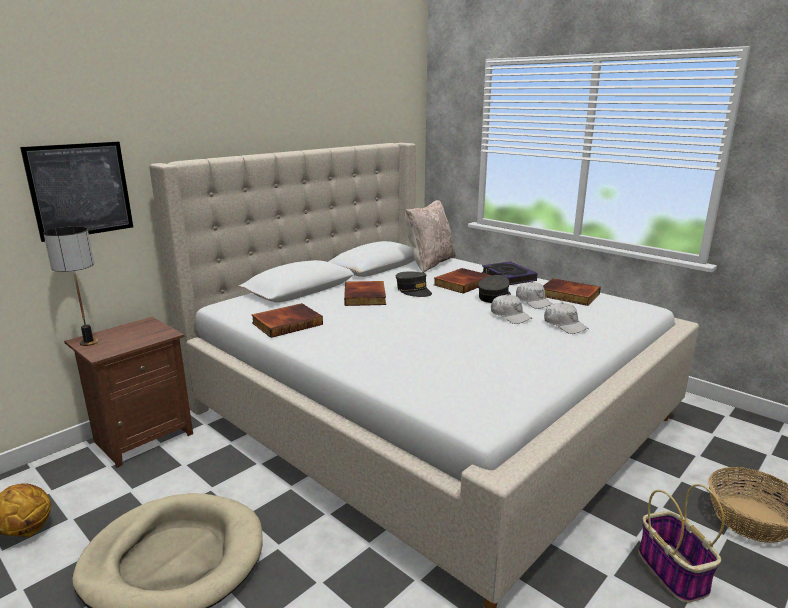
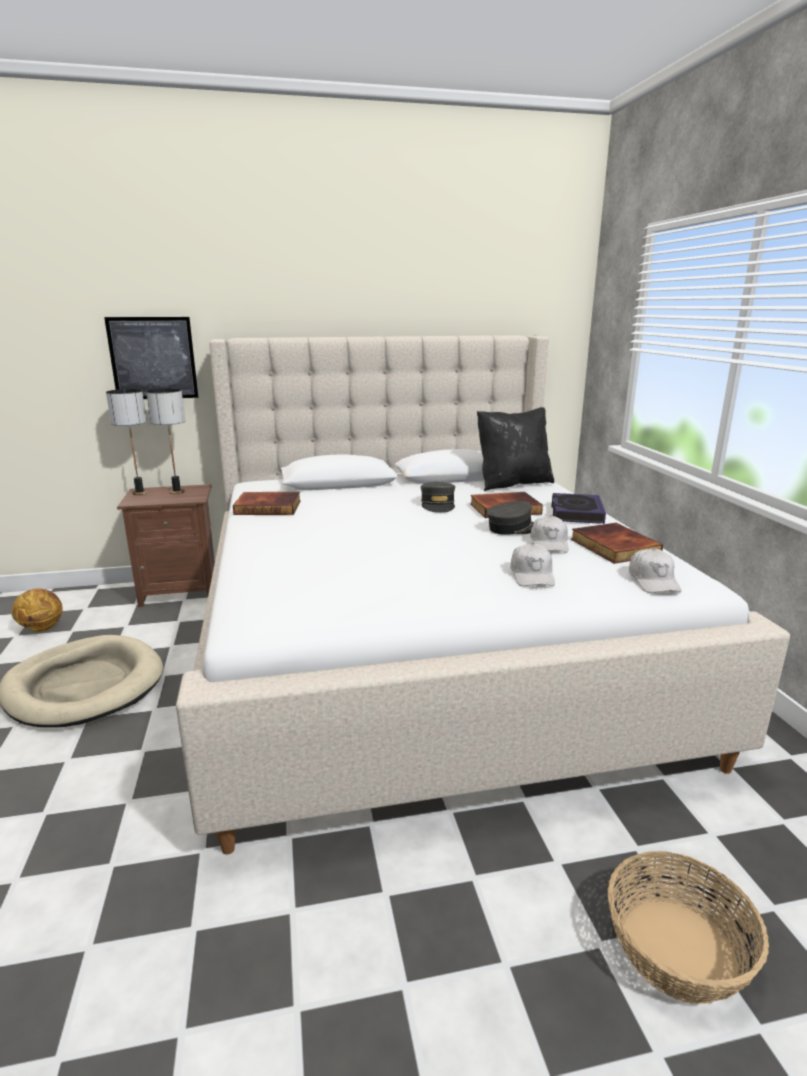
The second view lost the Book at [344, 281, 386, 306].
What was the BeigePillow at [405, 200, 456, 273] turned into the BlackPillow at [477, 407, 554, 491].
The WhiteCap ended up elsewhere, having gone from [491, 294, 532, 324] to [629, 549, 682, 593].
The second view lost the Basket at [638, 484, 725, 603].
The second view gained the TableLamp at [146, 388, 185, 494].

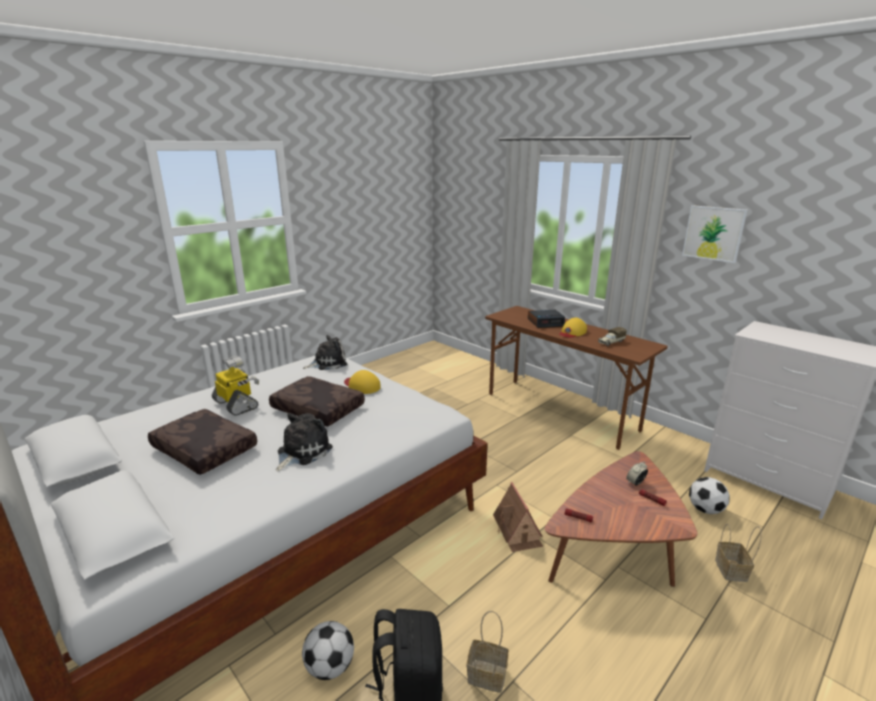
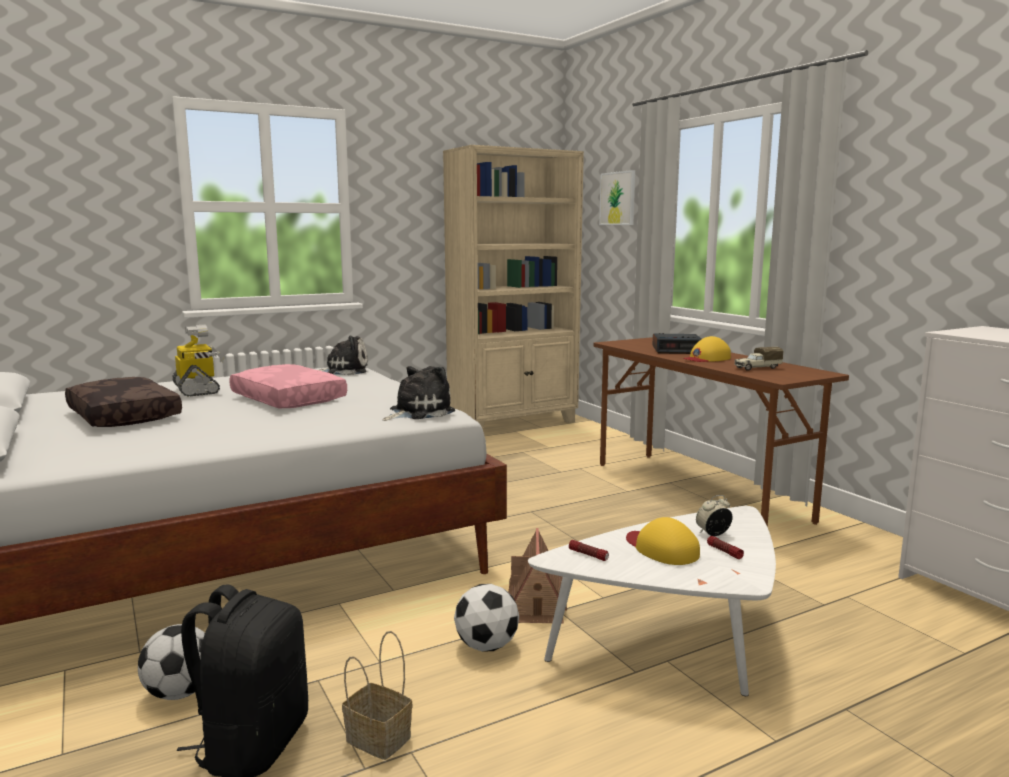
What was the BrownPillow at [269, 376, 365, 427] turned into the PinkPillow at [229, 364, 347, 408].
The PlushToy ended up elsewhere, having gone from [276, 413, 333, 471] to [383, 366, 455, 421].
The YellowCap ended up elsewhere, having gone from [344, 370, 381, 394] to [626, 517, 700, 565].
What was the BrownCoffeeTable at [545, 451, 698, 587] turned into the WhiteCoffeeTable at [528, 506, 776, 696].
The Picture ended up elsewhere, having gone from [682, 205, 747, 263] to [599, 170, 635, 225].
The Football ended up elsewhere, having gone from [689, 477, 730, 514] to [454, 584, 519, 652].
The second view lost the Basket at [715, 524, 762, 582].
The second view gained the BeigeBookcase at [443, 145, 584, 429].

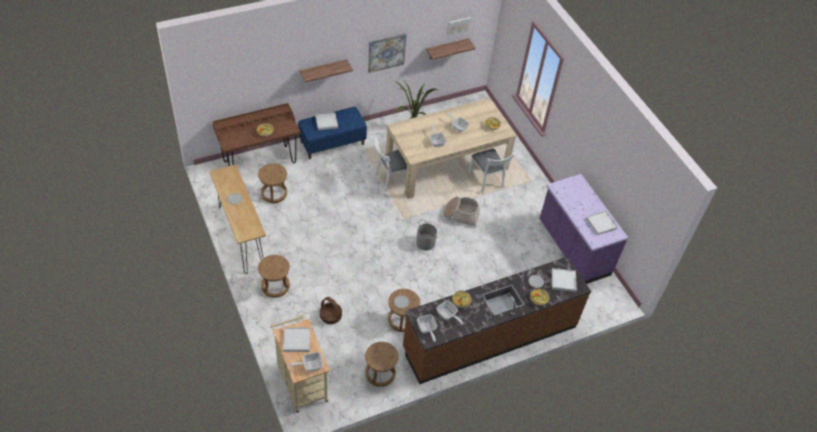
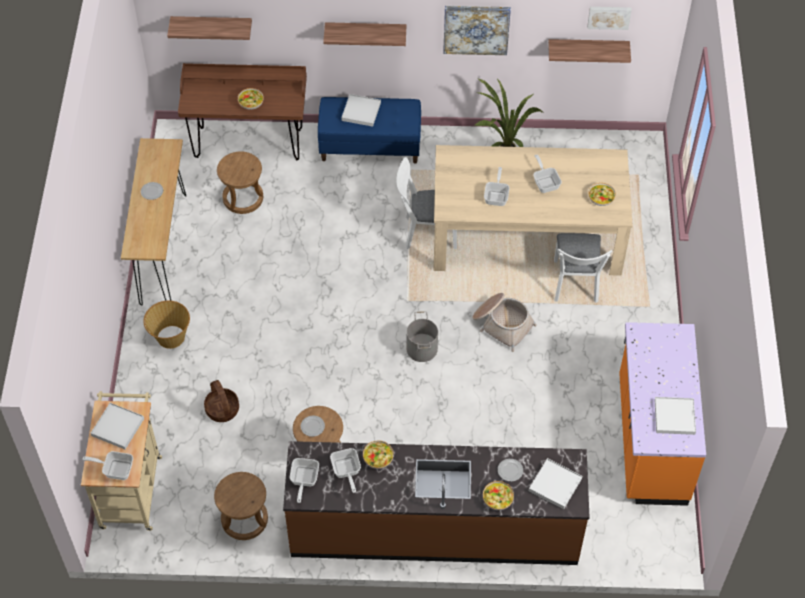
Where the BrownStool stood at [258, 255, 290, 298], the Basket came to stand at [143, 301, 190, 349].
What was the PurpleCounter at [539, 174, 628, 284] turned into the OrangeCounter at [619, 322, 706, 506].
The second view gained the Shelf at [167, 16, 252, 40].

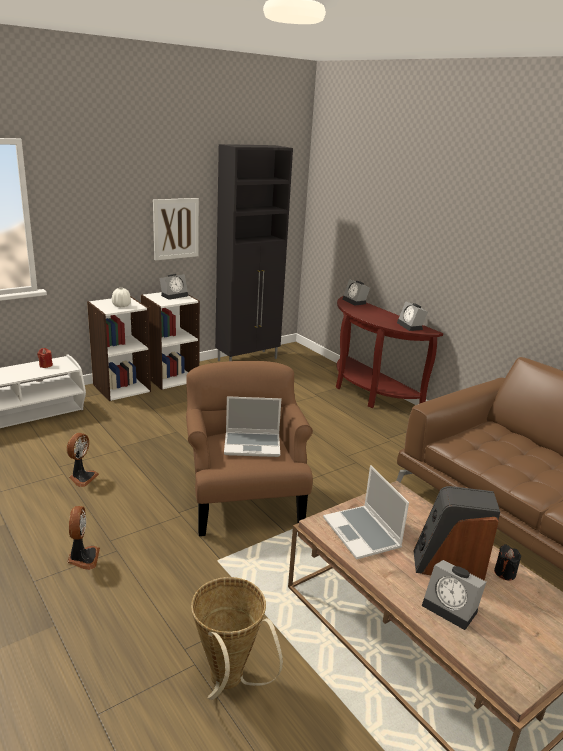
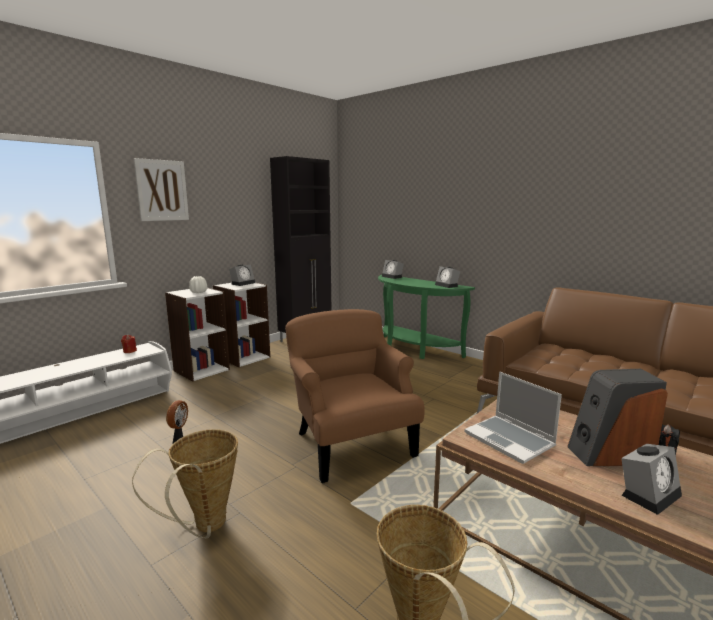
Where the Fan stood at [67, 506, 100, 570], the Basket came to stand at [132, 429, 238, 538].
The Picture ended up elsewhere, having gone from [153, 198, 199, 261] to [134, 158, 189, 221].
The second view lost the Laptop at [224, 396, 281, 457].
What was the BrownConsoleTable at [336, 296, 443, 408] turned into the GreenConsoleTable at [378, 275, 475, 359].
The AlarmClock at [422, 560, 486, 630] ended up facing another way, 60 degrees counterclockwise from before.

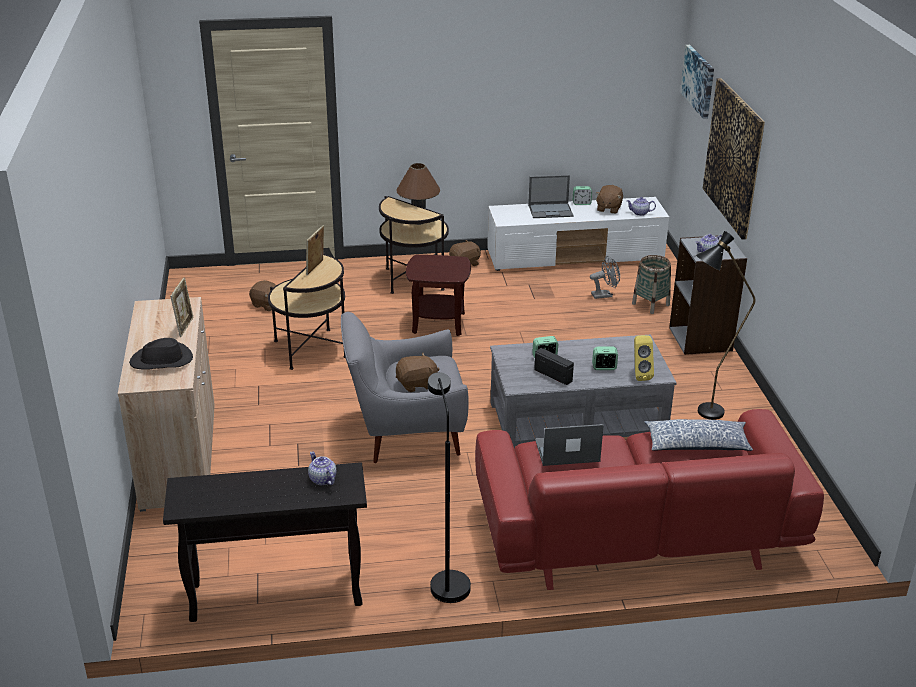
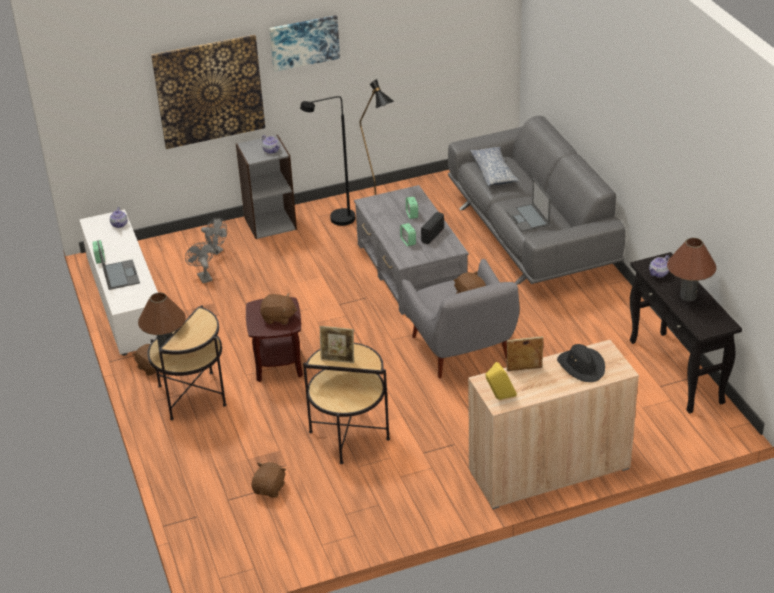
The BlackFloorLamp ended up elsewhere, having gone from [428, 372, 471, 603] to [300, 96, 355, 226].
What was the RedSofa at [475, 409, 824, 590] turned into the GreySofa at [448, 116, 625, 285].
The BrownPlushToy ended up elsewhere, having gone from [595, 185, 623, 214] to [260, 293, 297, 325].
Where the Basket stood at [632, 255, 671, 314], the GreyFan came to stand at [201, 218, 227, 255].
The YellowSpeaker ended up elsewhere, having gone from [634, 335, 654, 381] to [486, 362, 517, 400].
The Picture ended up elsewhere, having gone from [680, 45, 714, 119] to [269, 15, 340, 72].
The second view gained the BrownTableLamp at [667, 238, 717, 301].

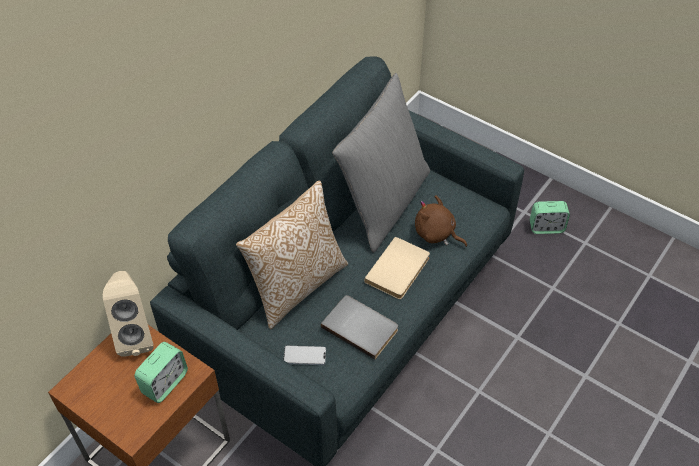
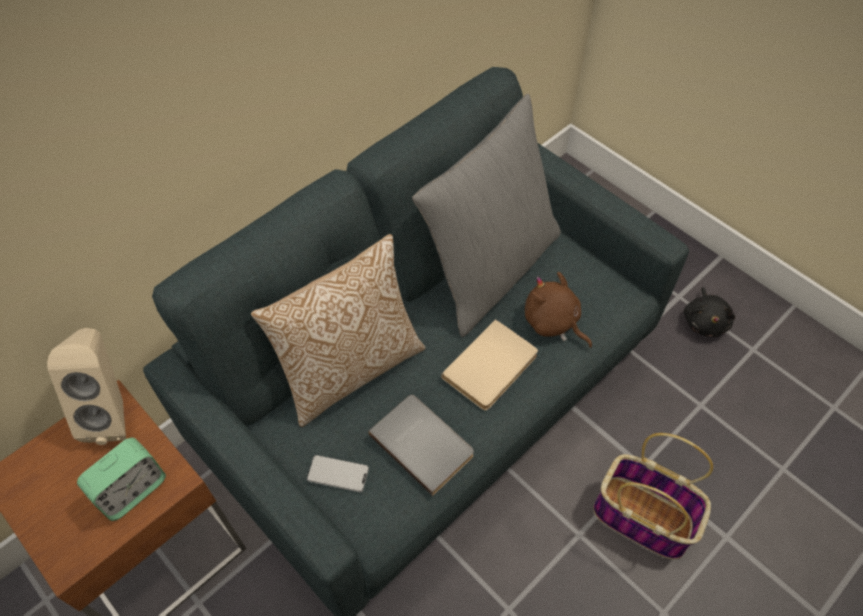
Where the AlarmClock stood at [530, 201, 570, 234], the BlackPlushToy came to stand at [684, 287, 735, 337].
The second view gained the Basket at [593, 433, 713, 559].

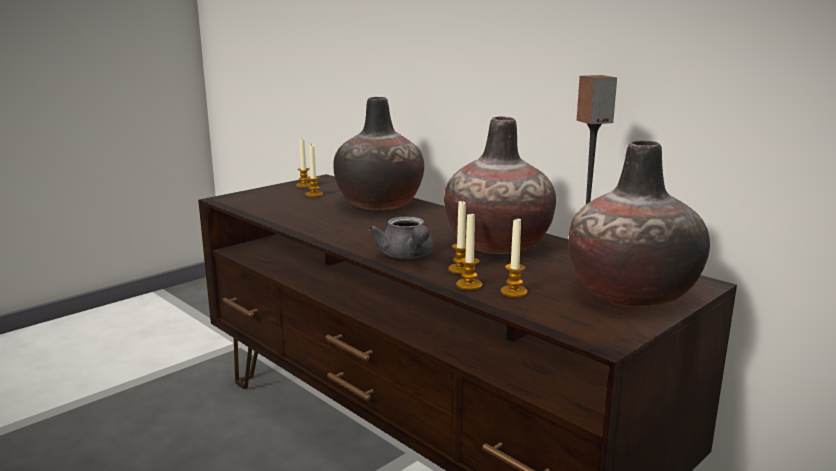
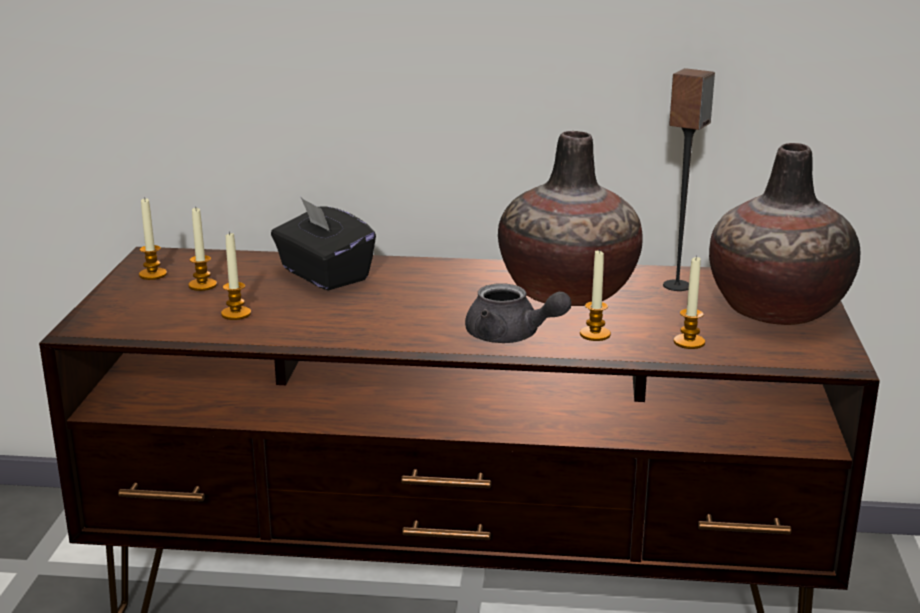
Where the Vase stood at [334, 97, 424, 210], the BlackTissueBox came to stand at [271, 198, 376, 290].
The Candle ended up elsewhere, having gone from [456, 214, 482, 290] to [221, 231, 251, 320].

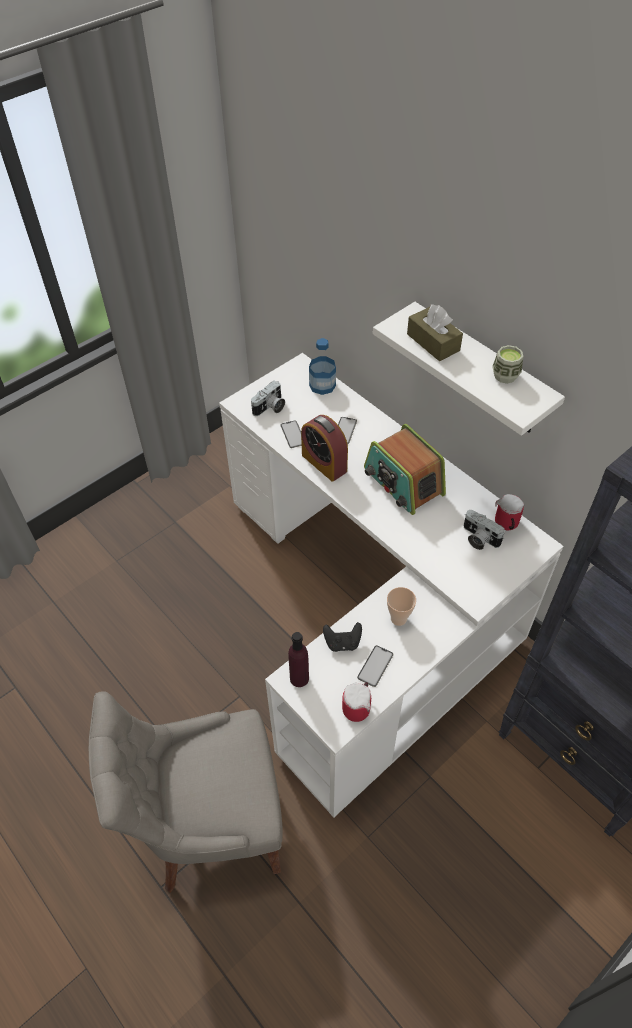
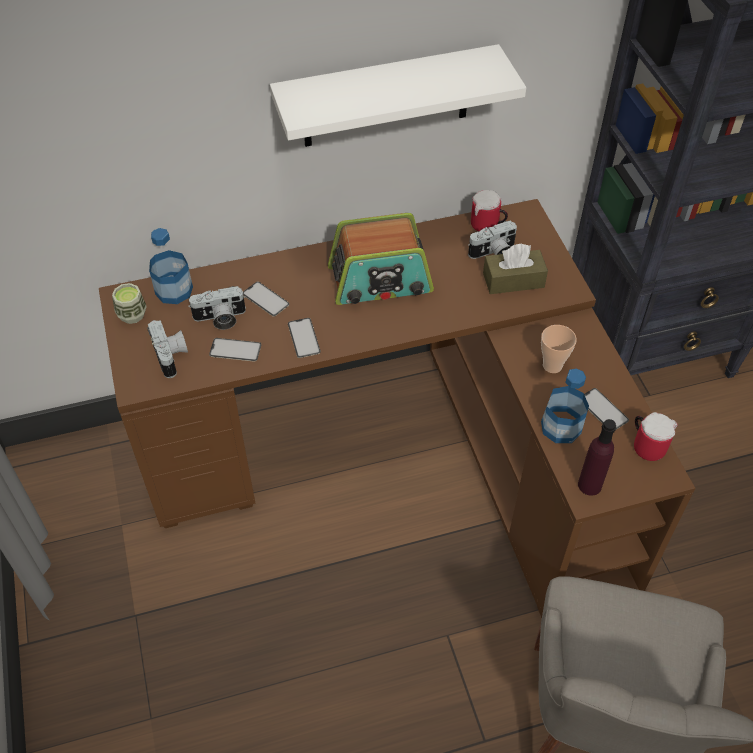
What was the WhiteDesk at [219, 353, 563, 818] turned into the BrownDesk at [99, 199, 695, 618].
Where the AlarmClock stood at [301, 415, 348, 482], the Phone came to stand at [288, 318, 321, 358].
Where the BlackGameController stood at [323, 622, 362, 652], the Bottle came to stand at [541, 368, 589, 443].
The BrownTissueBox ended up elsewhere, having gone from [407, 304, 463, 361] to [483, 244, 548, 294].
The Cup ended up elsewhere, having gone from [492, 345, 523, 384] to [112, 283, 147, 324].
The second view gained the PhotoCamera at [188, 286, 246, 330].

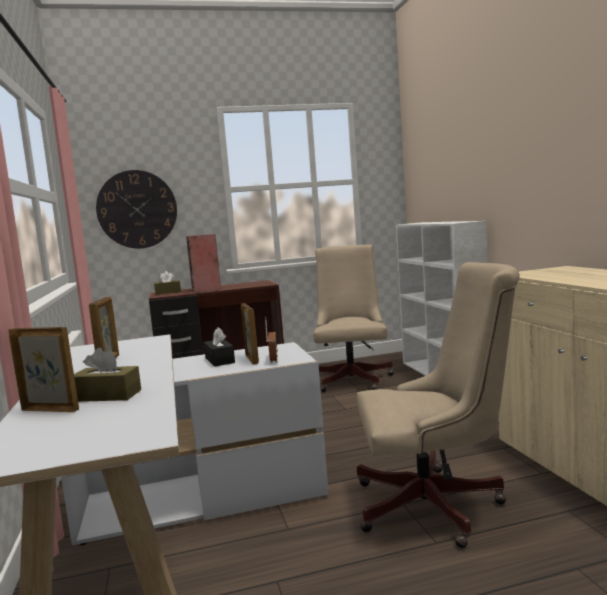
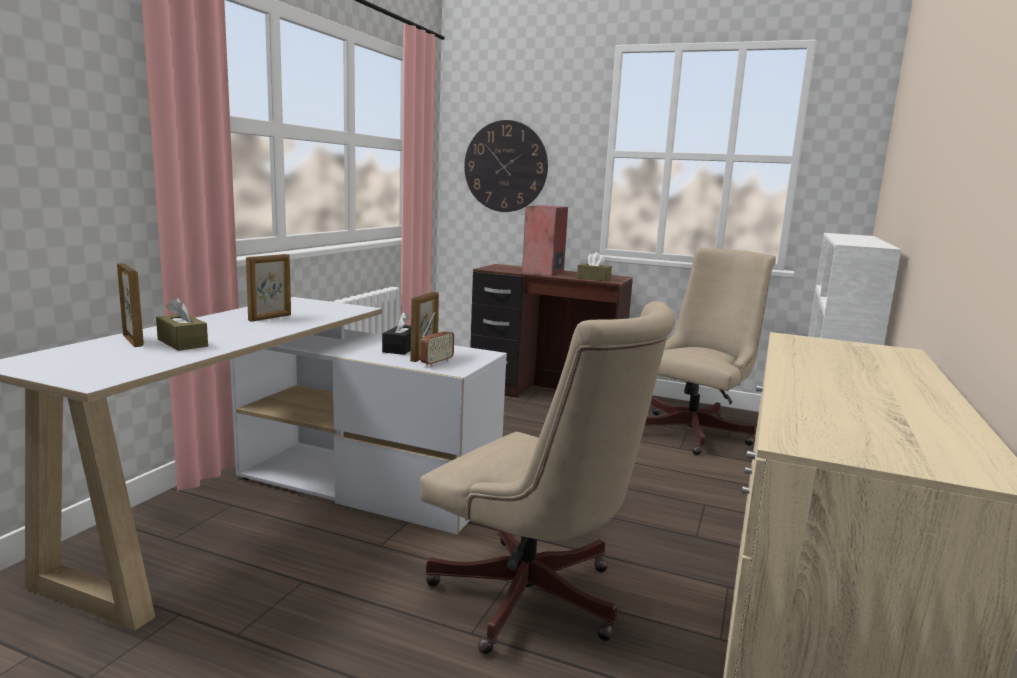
The BrownTissueBox ended up elsewhere, having gone from [154, 271, 181, 294] to [577, 252, 612, 281].

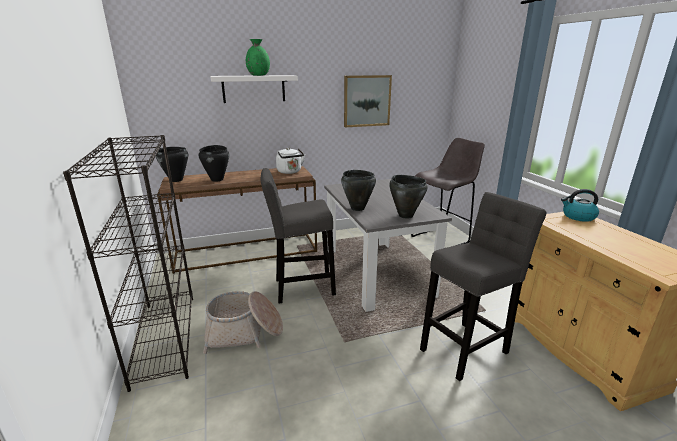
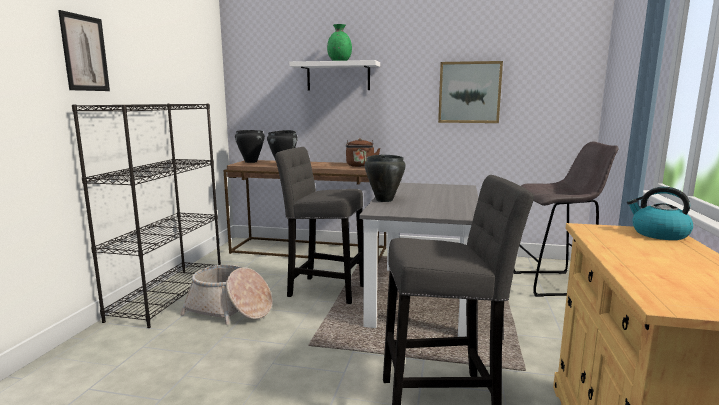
What was the WhiteKettle at [276, 148, 305, 174] turned into the BrownKettle at [346, 138, 380, 167].
The second view lost the BlackCookingPot at [389, 175, 428, 218].
The second view gained the Picture at [58, 10, 110, 91].

